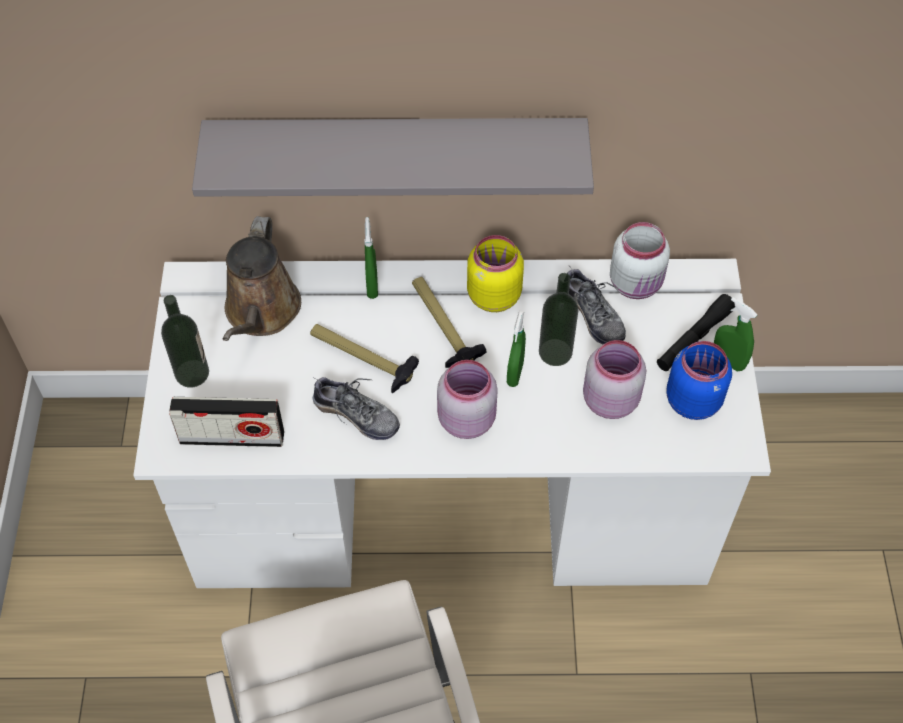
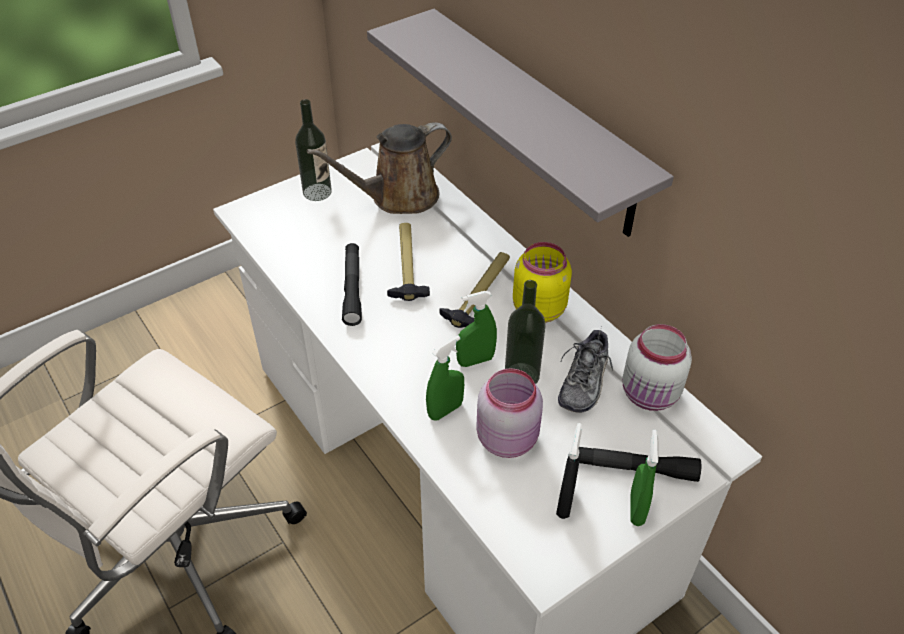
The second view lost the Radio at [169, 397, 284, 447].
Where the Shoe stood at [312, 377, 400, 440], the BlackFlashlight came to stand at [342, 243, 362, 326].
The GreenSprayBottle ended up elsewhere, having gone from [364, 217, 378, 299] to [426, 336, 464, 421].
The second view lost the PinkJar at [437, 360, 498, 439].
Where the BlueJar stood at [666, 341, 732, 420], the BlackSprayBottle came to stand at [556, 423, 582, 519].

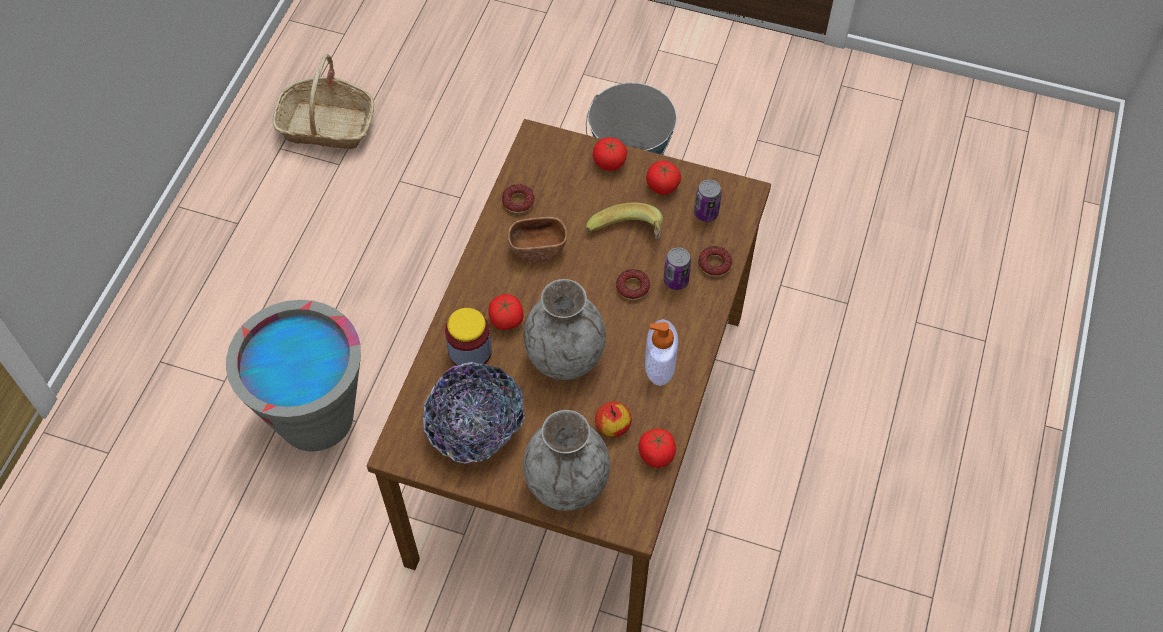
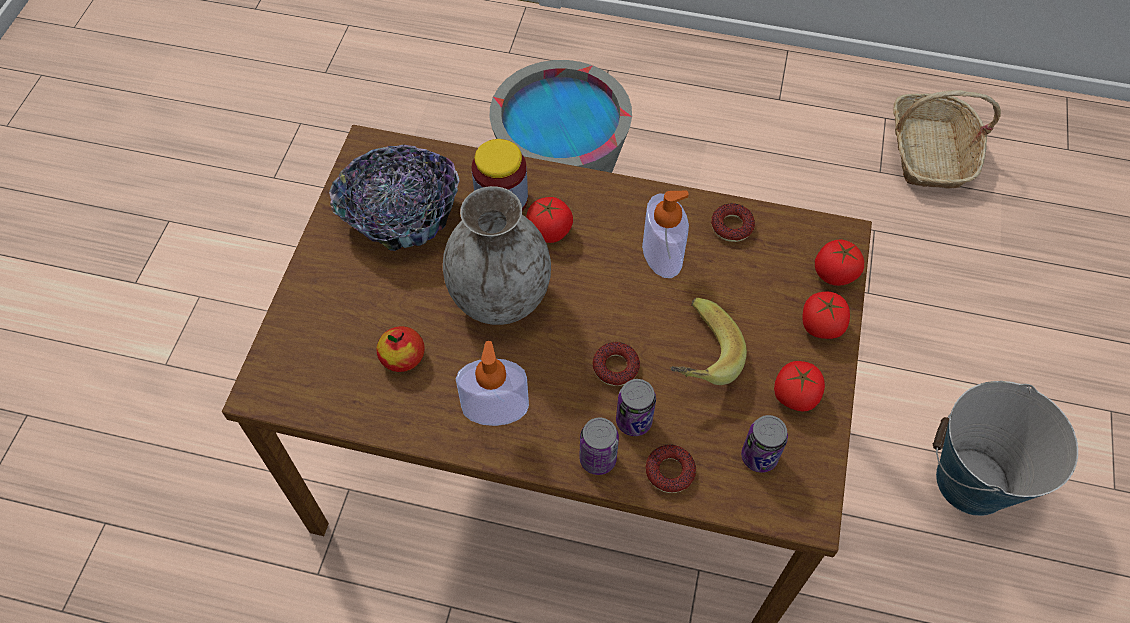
Where the BrownBowl stood at [508, 217, 567, 262], the SoapDispenser came to stand at [642, 191, 689, 278].
The second view lost the GreyVase at [523, 410, 610, 511].
The Tomato ended up elsewhere, having gone from [639, 429, 676, 468] to [815, 240, 864, 286].
The second view gained the Can at [579, 418, 619, 475].

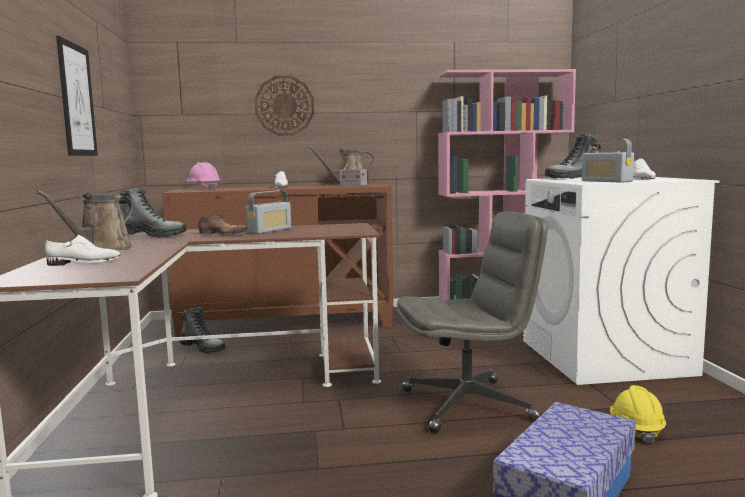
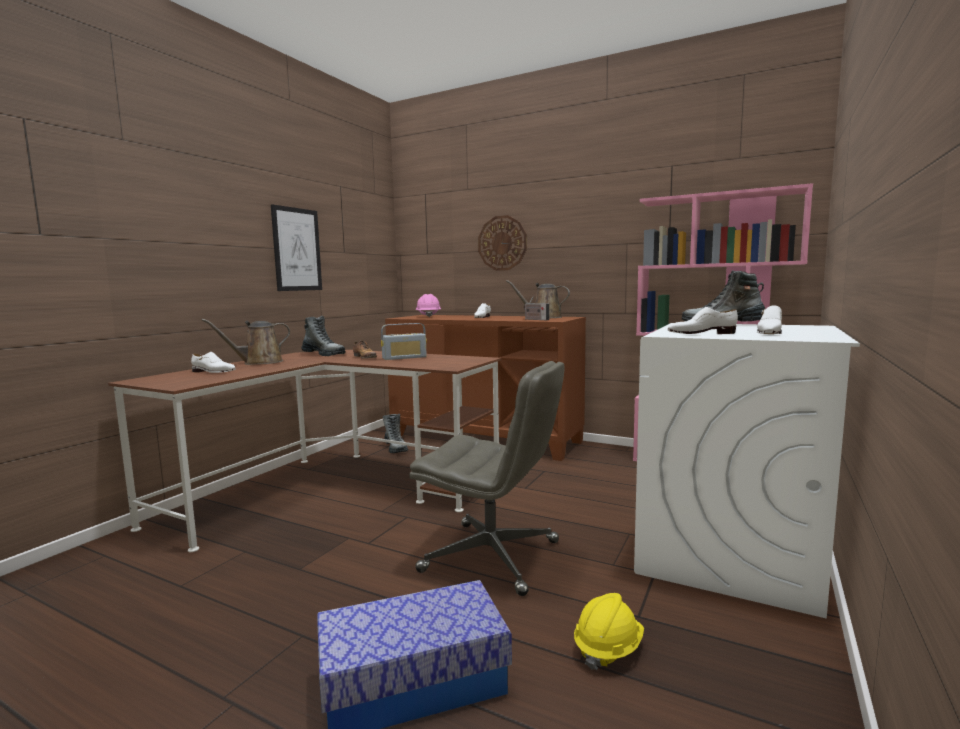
Where the Radio stood at [582, 139, 634, 183], the WhiteShoe came to stand at [667, 307, 738, 334].

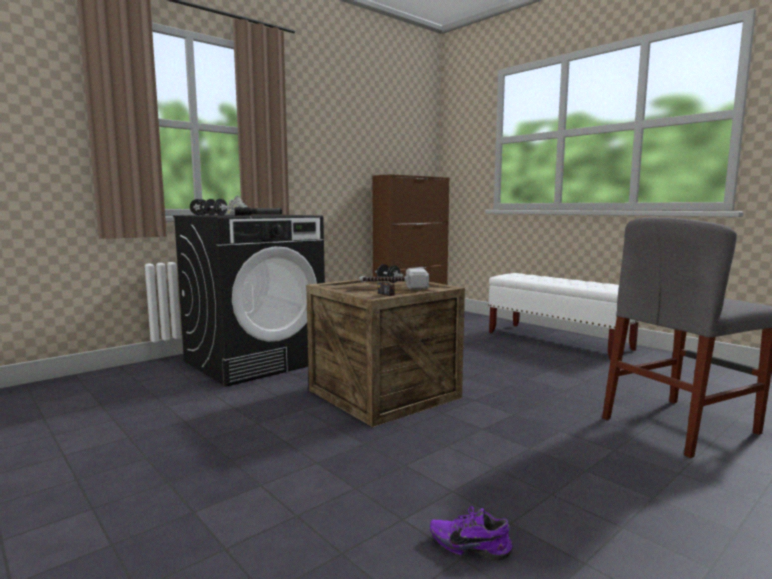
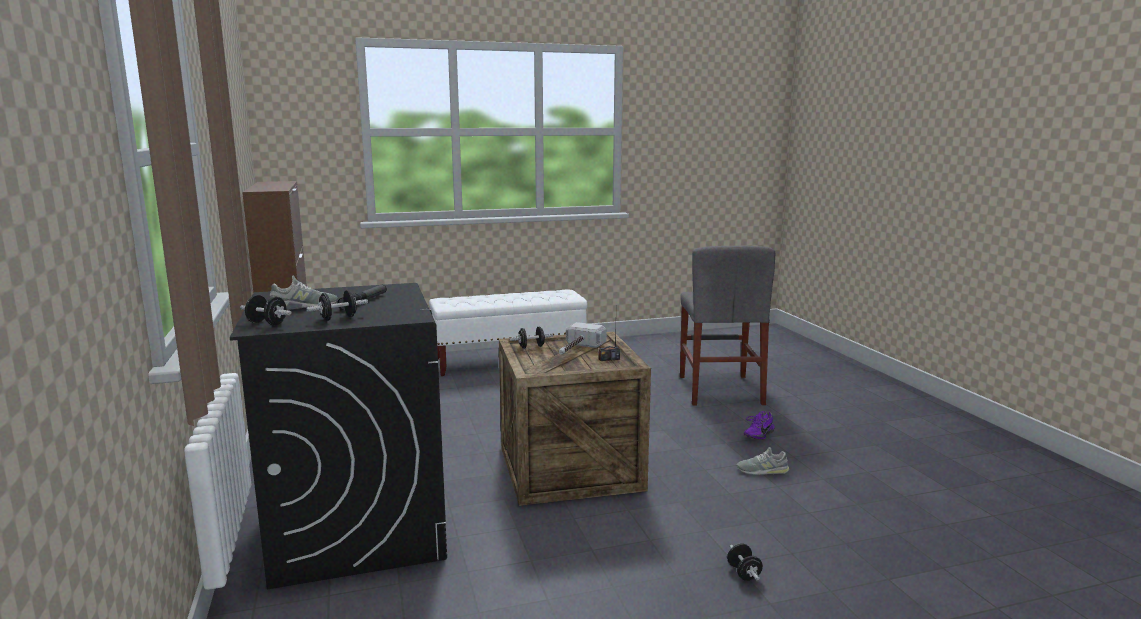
The PurpleShoe ended up elsewhere, having gone from [430, 506, 513, 560] to [744, 411, 774, 440].
The second view gained the BlackDumbbell at [727, 544, 763, 581].
The second view gained the GreyShoe at [736, 447, 789, 475].

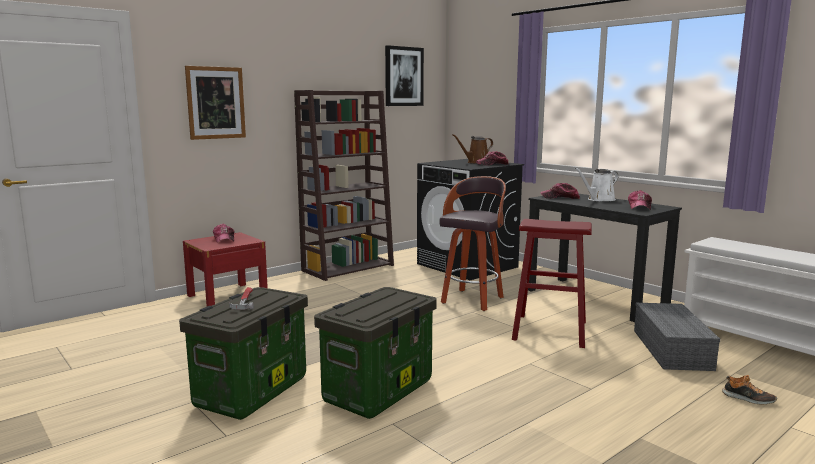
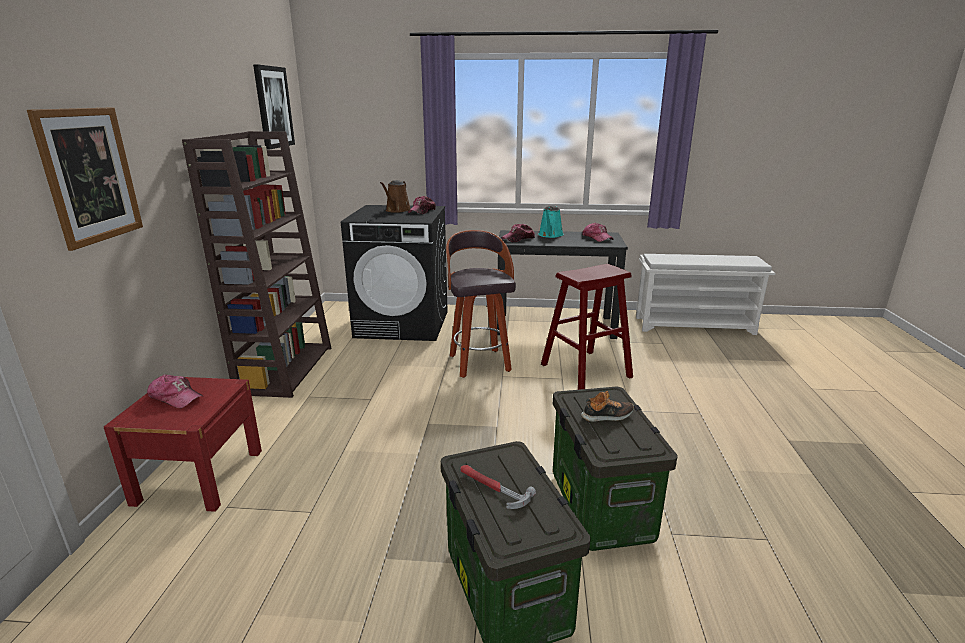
What was the WhiteWateringCan at [575, 167, 619, 201] turned into the TurquoiseWateringCan at [538, 206, 564, 238].
The second view lost the GreyStorageBox at [634, 303, 720, 371].
The Shoe ended up elsewhere, having gone from [722, 375, 777, 404] to [581, 391, 634, 422].

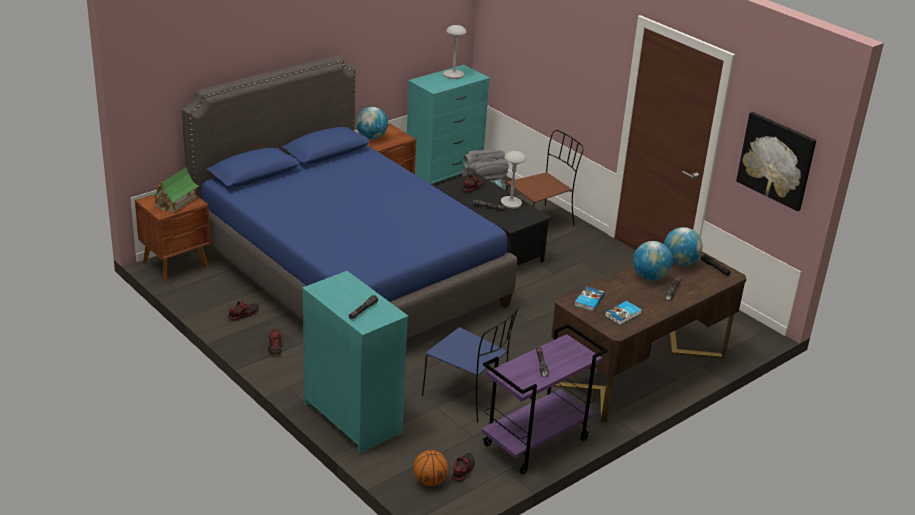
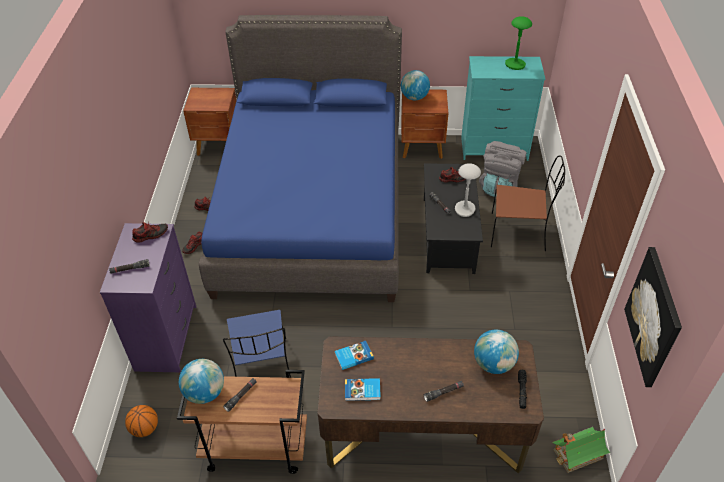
The ToyHouse ended up elsewhere, having gone from [151, 165, 199, 212] to [552, 427, 610, 473].
What was the TurquoiseDresser at [302, 271, 408, 454] turned into the PurpleDresser at [100, 223, 196, 372].
What was the GreyTableLamp at [443, 25, 467, 79] turned into the GreenTableLamp at [505, 16, 532, 70].
The Shoe ended up elsewhere, having gone from [452, 453, 475, 481] to [132, 221, 168, 243].
What was the PurpleCart at [481, 324, 608, 474] turned into the BrownCart at [177, 370, 307, 474].
The Globe ended up elsewhere, having gone from [633, 241, 673, 281] to [179, 359, 224, 404].

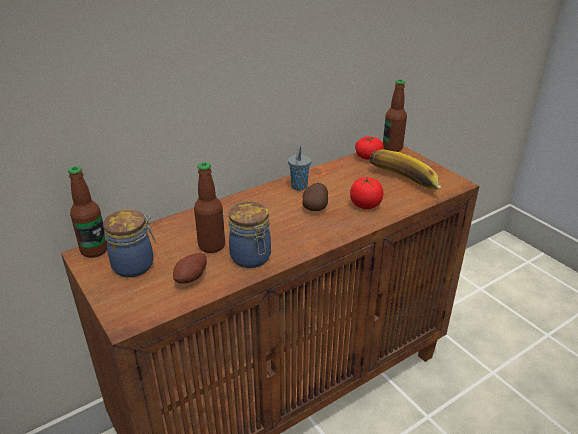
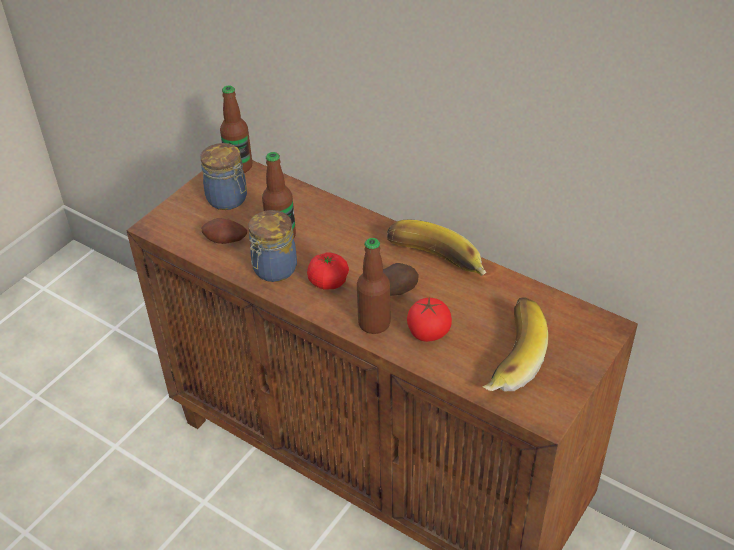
Where the GreyCup stood at [288, 145, 311, 190], the Banana came to stand at [387, 219, 487, 276].
The Tomato ended up elsewhere, having gone from [355, 136, 384, 160] to [307, 252, 349, 290].
The Bottle ended up elsewhere, having gone from [383, 79, 407, 152] to [357, 238, 390, 334].

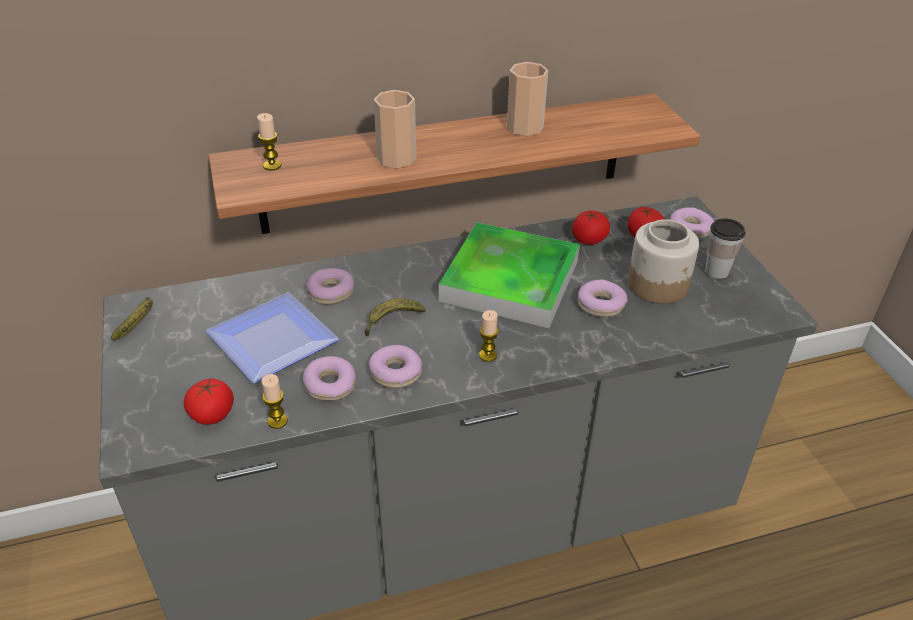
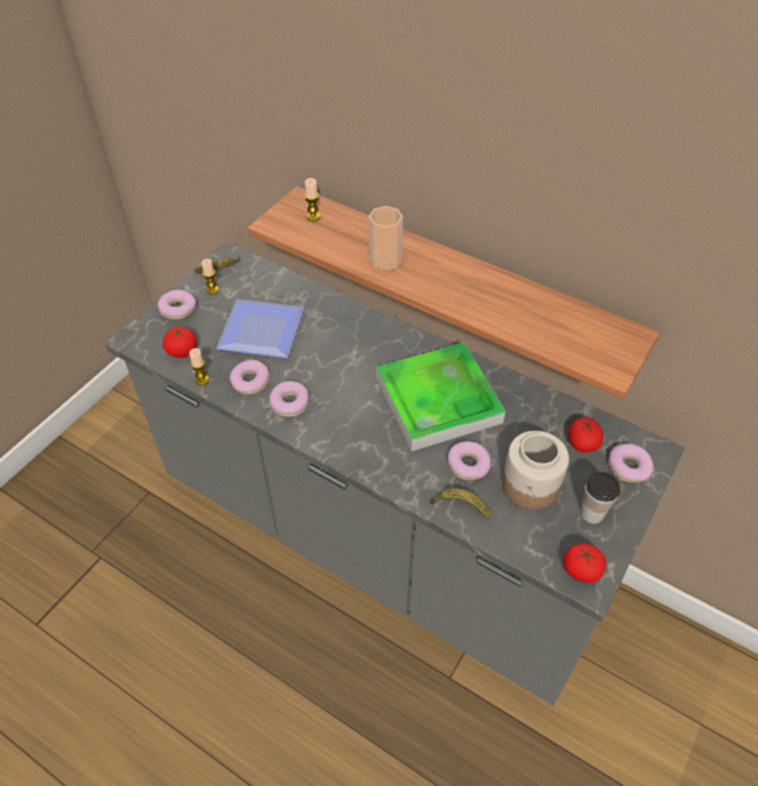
The Donut ended up elsewhere, having gone from [306, 268, 354, 305] to [157, 290, 196, 320].
The Banana ended up elsewhere, having gone from [365, 299, 426, 336] to [430, 488, 491, 519].
The Candle ended up elsewhere, having gone from [479, 310, 499, 362] to [201, 259, 219, 295].
The second view lost the Cup at [507, 62, 548, 136].
The Tomato ended up elsewhere, having gone from [572, 211, 610, 245] to [563, 543, 606, 583].

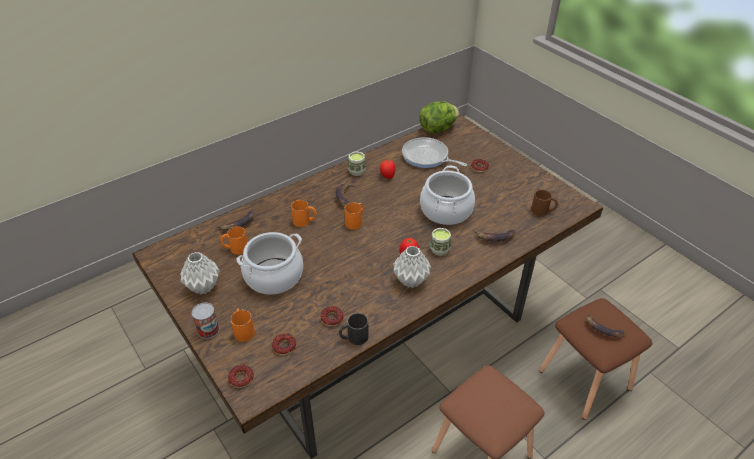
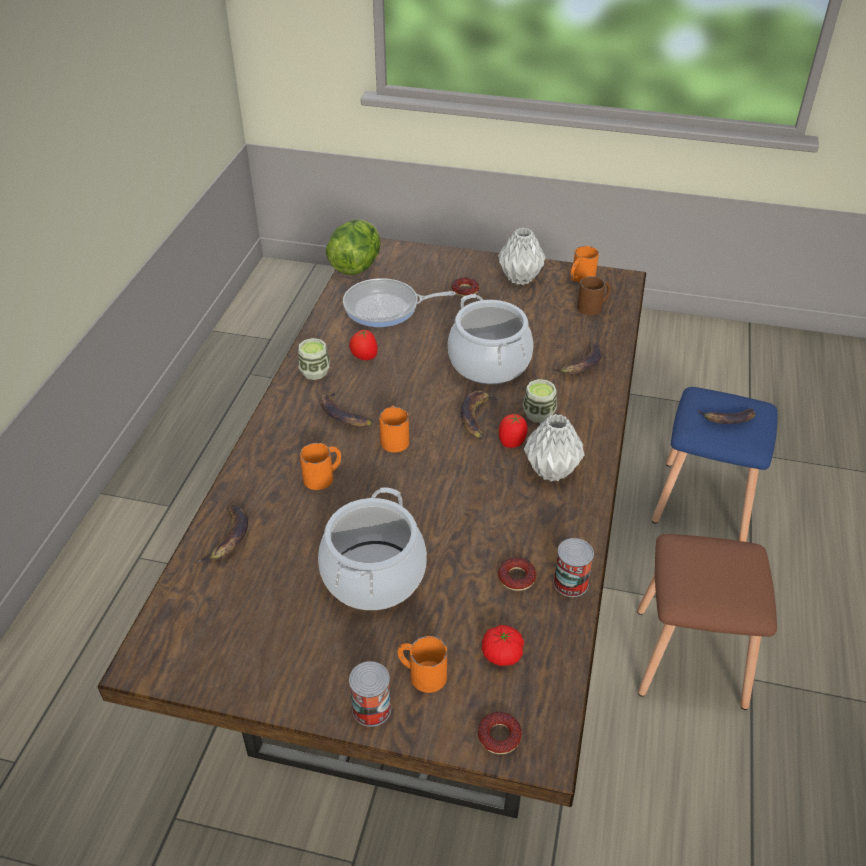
The GreyVase ended up elsewhere, having gone from [180, 252, 220, 294] to [498, 228, 546, 285].
The OrangeMug ended up elsewhere, having gone from [220, 226, 248, 255] to [570, 246, 599, 283].
Where the Donut stood at [272, 333, 296, 355], the Tomato came to stand at [482, 625, 524, 666].
Where the BlackMug stood at [339, 313, 369, 345], the Can came to stand at [553, 538, 594, 597].
What was the BrownStool at [539, 298, 652, 420] turned into the BlueStool at [652, 387, 778, 542].
The second view gained the Banana at [461, 390, 502, 439].

